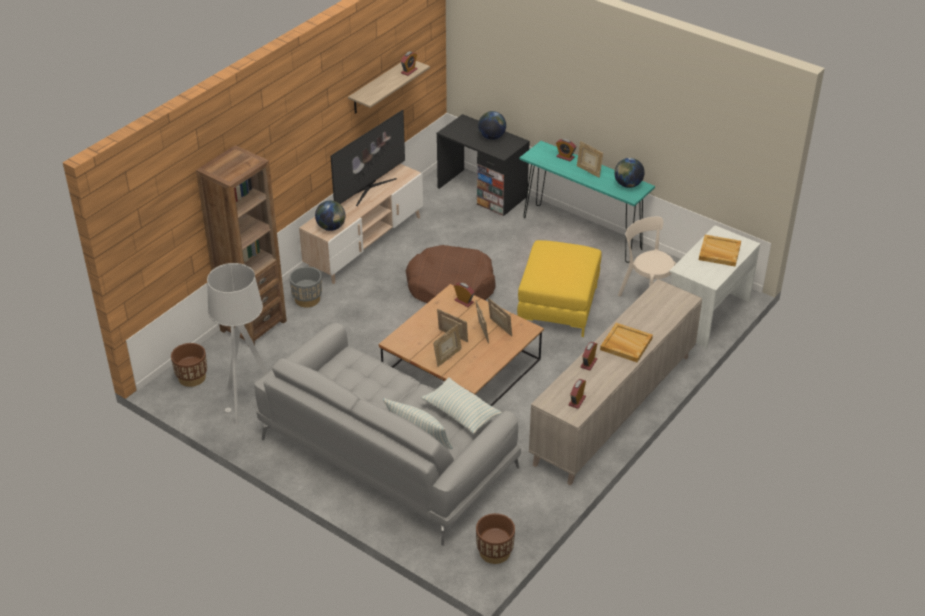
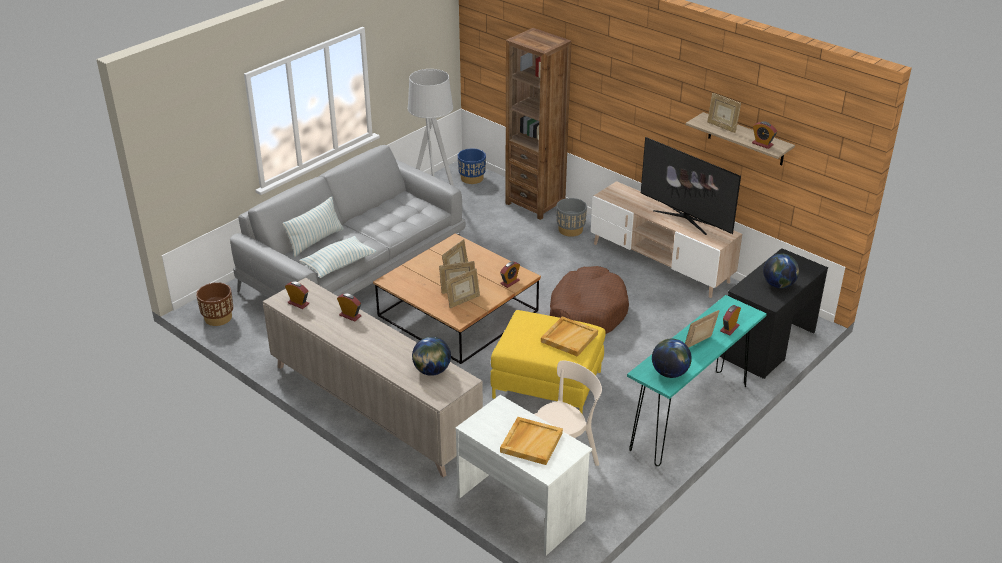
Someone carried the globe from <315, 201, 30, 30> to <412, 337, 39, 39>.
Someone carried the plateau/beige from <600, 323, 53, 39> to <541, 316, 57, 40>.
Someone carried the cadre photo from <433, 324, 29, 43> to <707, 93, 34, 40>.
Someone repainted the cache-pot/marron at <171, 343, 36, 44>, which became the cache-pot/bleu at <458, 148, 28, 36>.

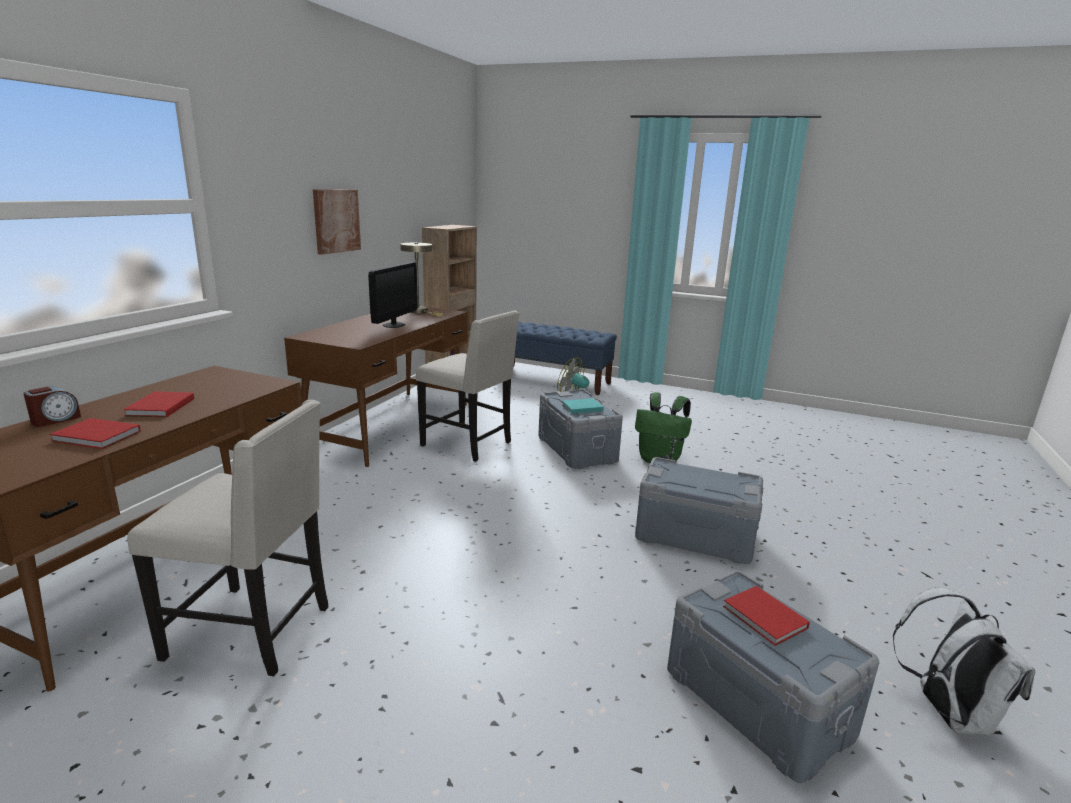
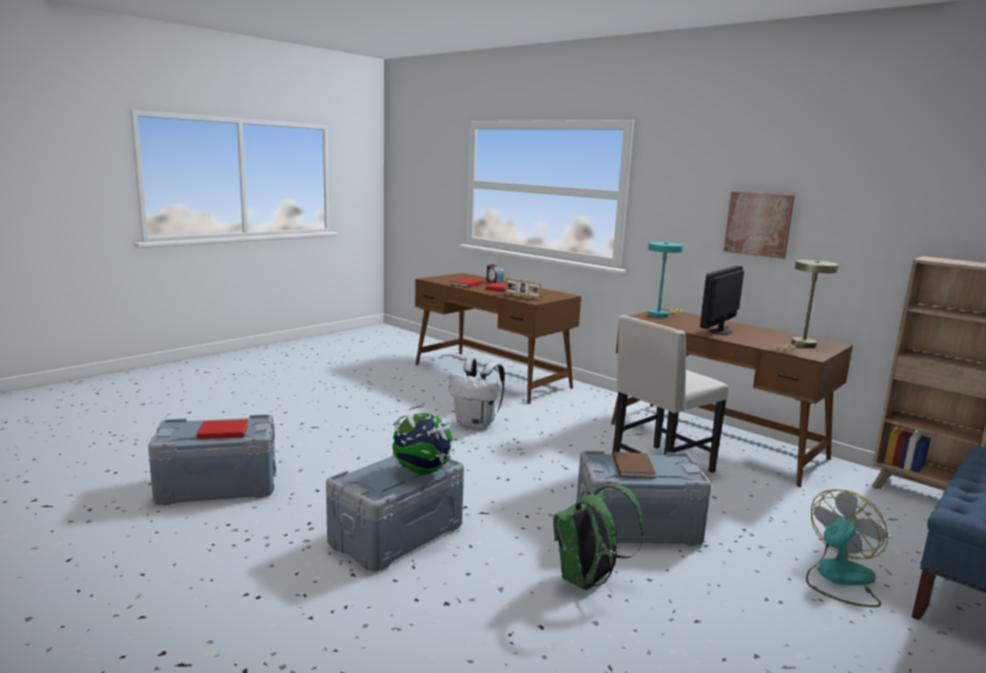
Someone rotated the écran d'ordinateur at <368, 262, 50, 66> by 90 degrees clockwise.
Someone repainted the livre/turquoise at <562, 398, 42, 16>, which became the livre/marron at <613, 452, 43, 27>.
Someone took away the chaise/beige at <127, 400, 201, 276>.
Someone carried the sac à dos/blanc from <893, 588, 142, 148> to <449, 358, 56, 71>.
Someone put down the lampe de table/turquoise at <648, 242, 35, 76>.
Someone put down the cadre photo at <505, 278, 37, 22>.
Someone put down the globe at <392, 405, 63, 70>.

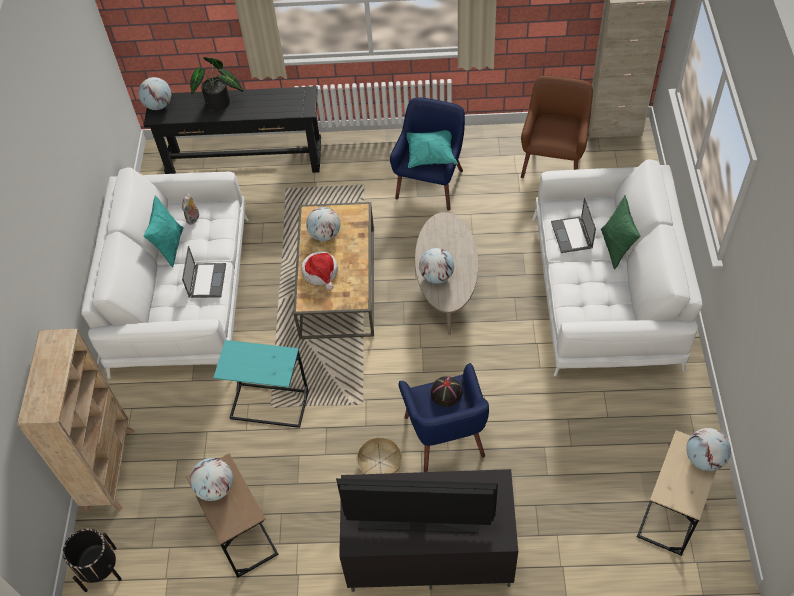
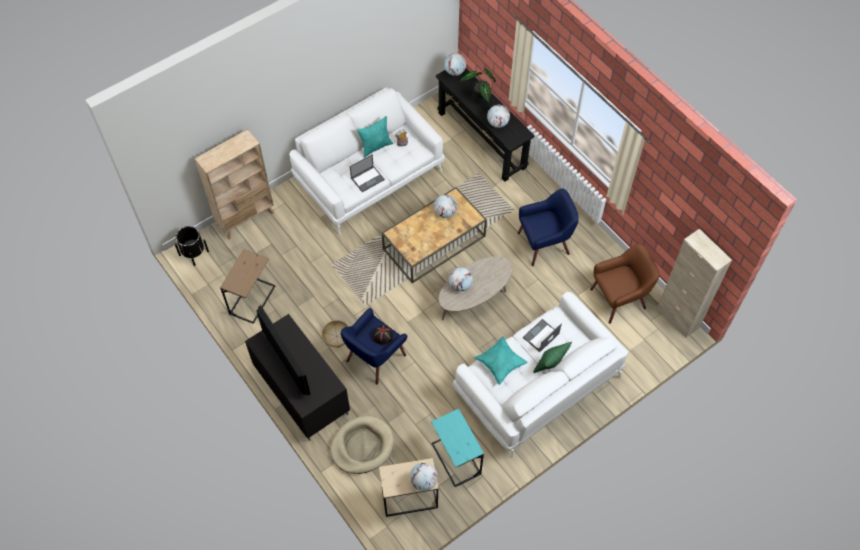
Someone carried the coussin/turquoise from <407, 130, 51, 38> to <474, 336, 54, 49>.
Someone took away the chapeau at <301, 251, 37, 39>.
Someone carried the table d'appoint/turquoise from <213, 340, 96, 88> to <431, 409, 53, 78>.
Someone carried the globe from <190, 458, 43, 43> to <487, 105, 23, 23>.
Someone put down the panier pour chien/beige at <330, 416, 64, 58>.

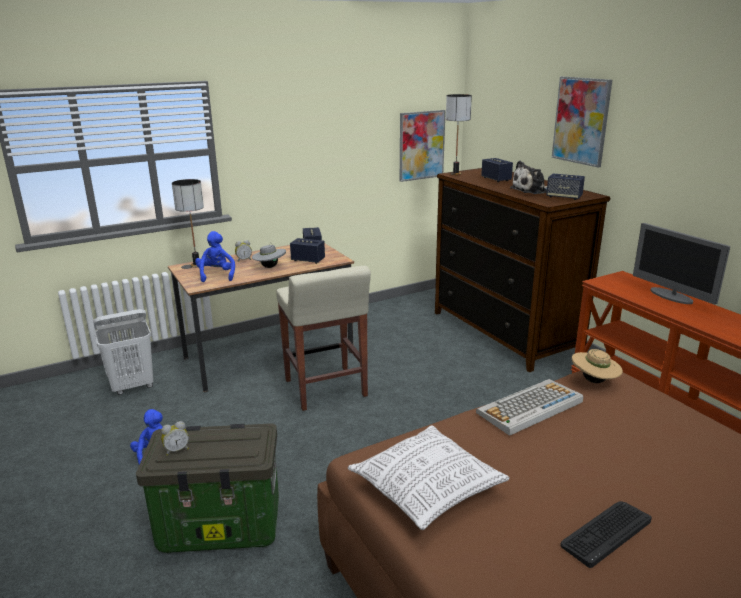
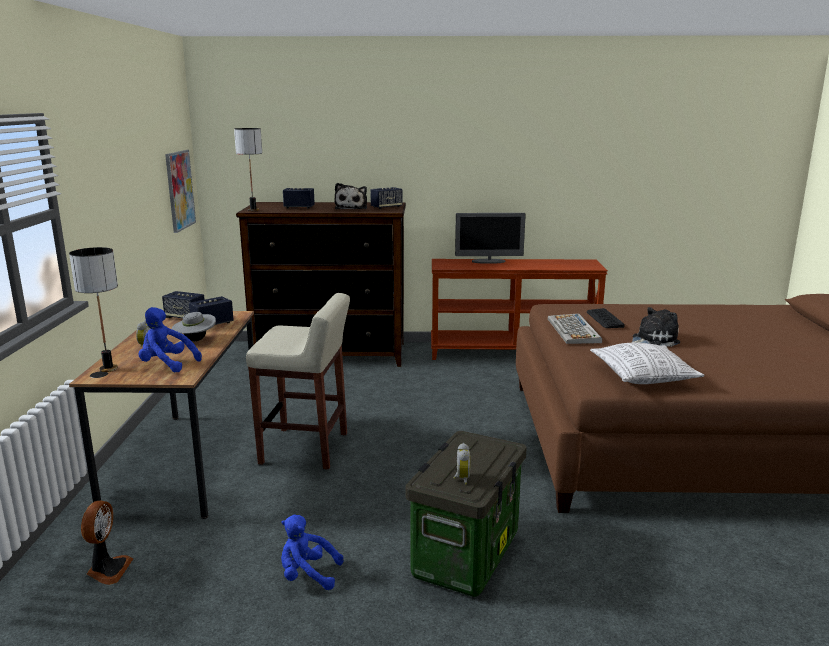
Someone took away the tableau at <552, 76, 60, 92>.
Someone swapped the panier à linge/blanc at <93, 309, 60, 86> for the ventilateur at <81, 501, 52, 84>.
Someone took away the chapeau/beige at <572, 349, 51, 34>.
Someone carried the clavier from <561, 501, 91, 67> to <587, 308, 38, 20>.
Someone put down the peluche at <632, 307, 48, 40>.

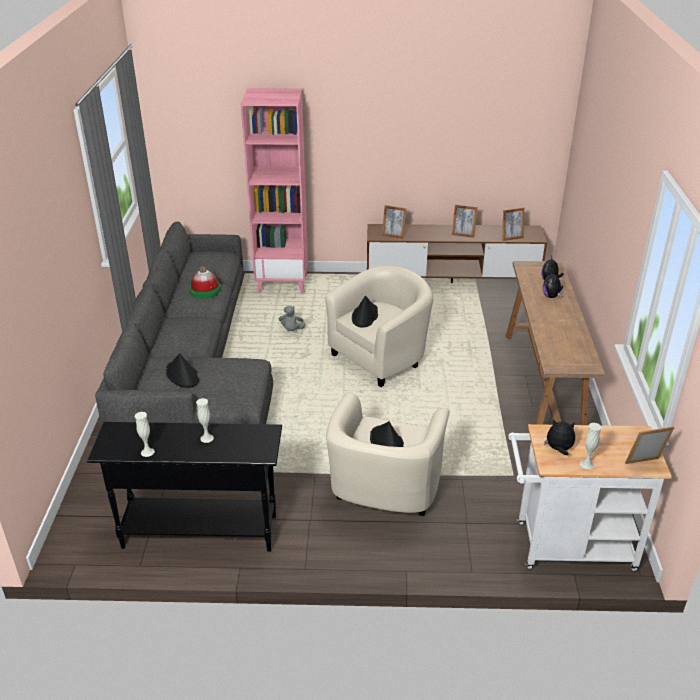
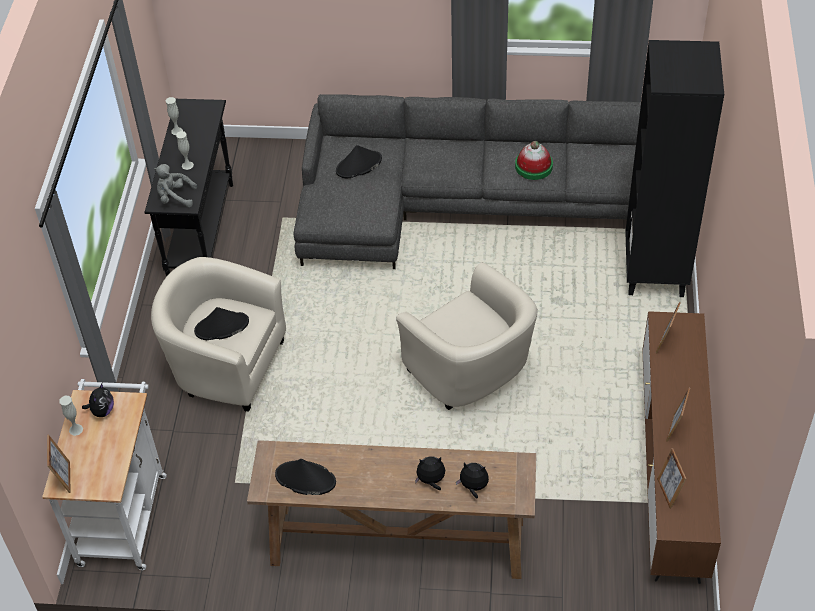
Someone repainted the bibliothèque/rose at <241, 88, 67, 206>, which became the bibliothèque/noir at <625, 40, 99, 257>.
Someone carried the chapeau/noir from <352, 296, 26, 31> to <275, 459, 61, 36>.
Someone carried the peluche/gris from <279, 306, 27, 25> to <154, 164, 43, 43>.

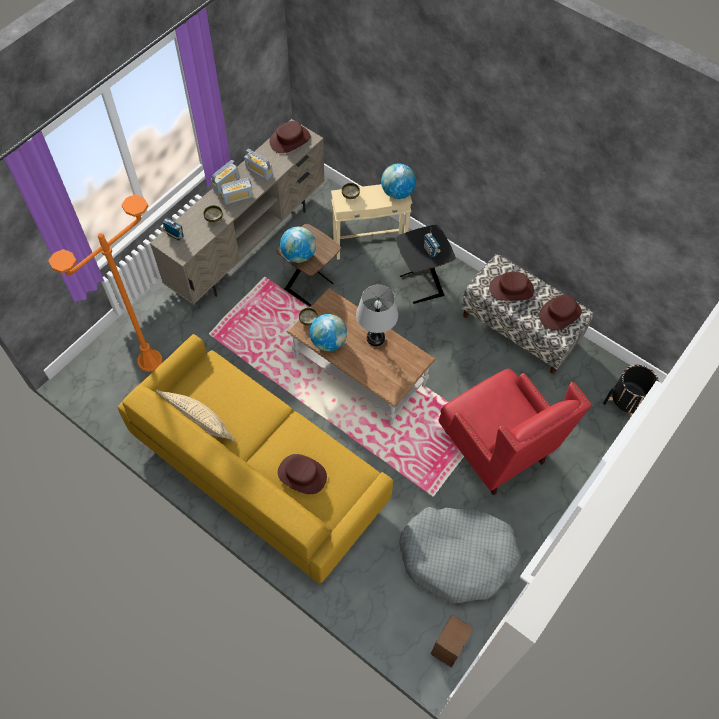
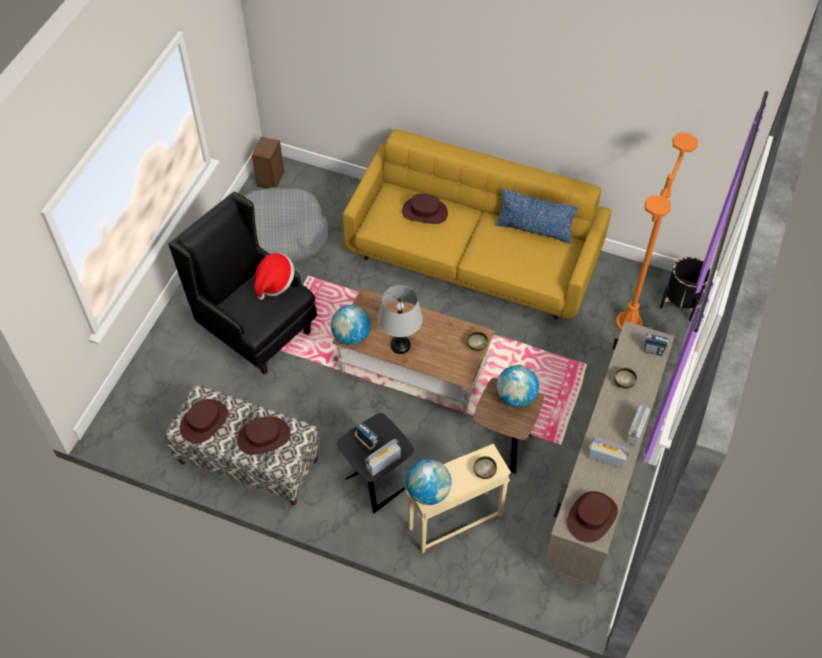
Someone carried the radio from <221, 178, 32, 27> to <365, 439, 36, 37>.
Someone carried the globe from <310, 314, 37, 37> to <331, 305, 40, 40>.
Someone carried the cache-pot/noir from <603, 365, 56, 53> to <660, 257, 50, 64>.
Someone repainted the fauteuil/rouge at <438, 368, 154, 128>, which became the fauteuil/noir at <168, 192, 149, 183>.
Someone repainted the coussin/beige at <156, 390, 80, 52>, which became the coussin/bleu at <495, 188, 84, 56>.
Someone put down the chapeau at <254, 253, 40, 47>.

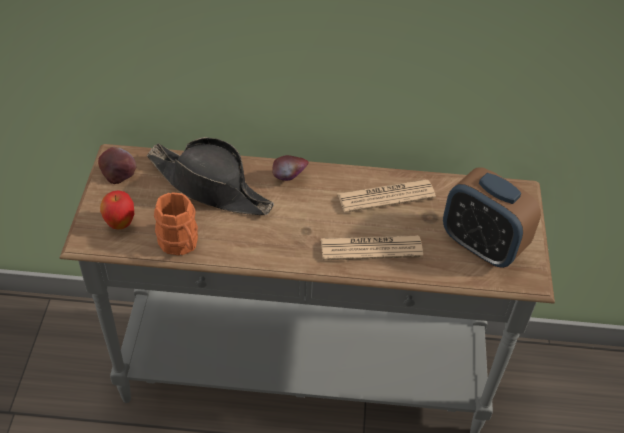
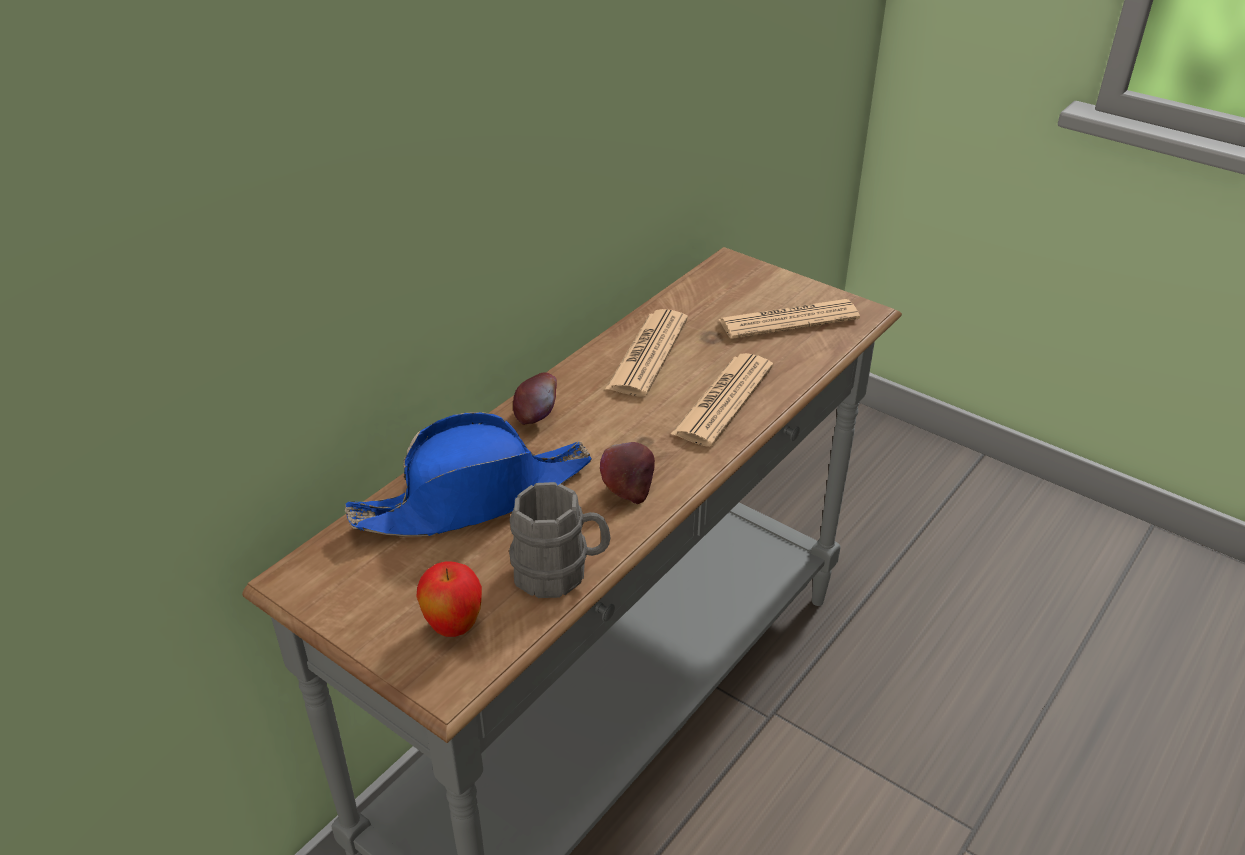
Someone repainted the chapeau/noir at <147, 137, 127, 78>, which became the chapeau/bleu at <345, 412, 247, 125>.
Someone carried the pomme from <98, 147, 38, 37> to <600, 442, 55, 62>.
Someone swapped the réveil at <443, 167, 98, 101> for the journal at <719, 299, 141, 40>.
Someone repainted the mug/orange at <154, 192, 44, 63>, which became the mug/gris at <509, 482, 101, 116>.

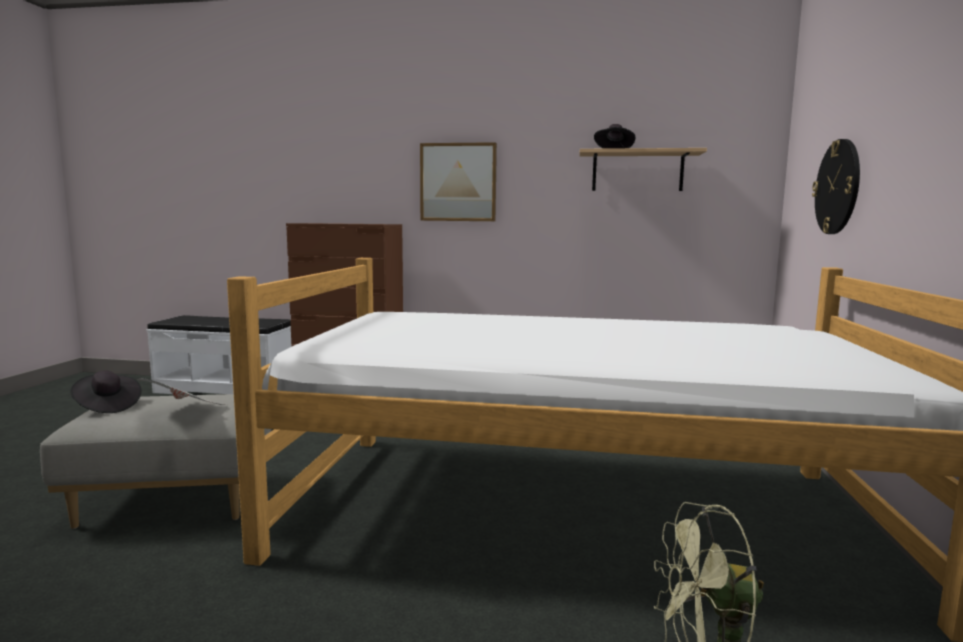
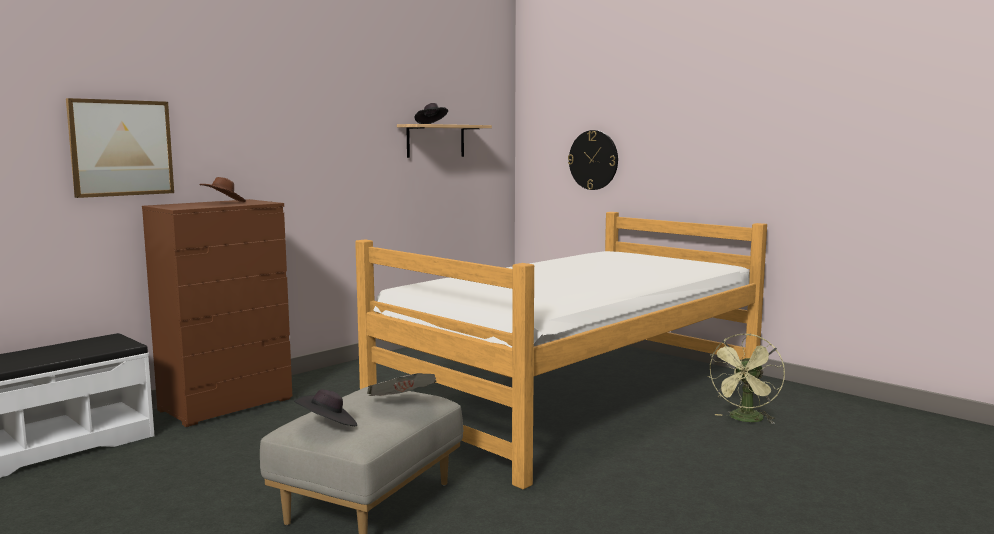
Someone carried the tableau from <420, 142, 77, 79> to <66, 98, 108, 100>.
Someone put down the chapeau/marron at <199, 177, 47, 25>.

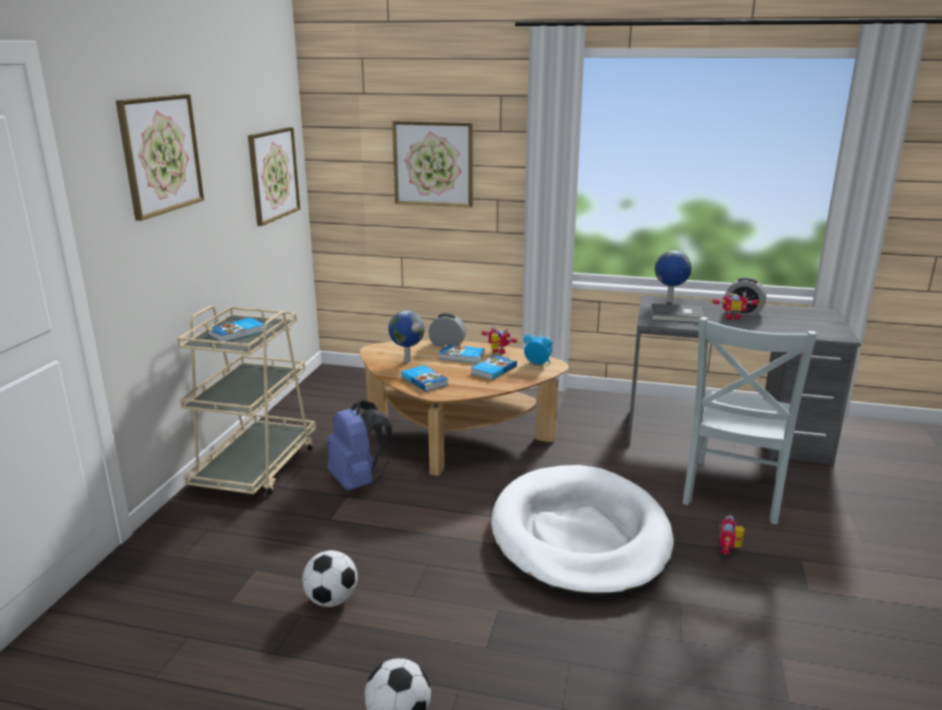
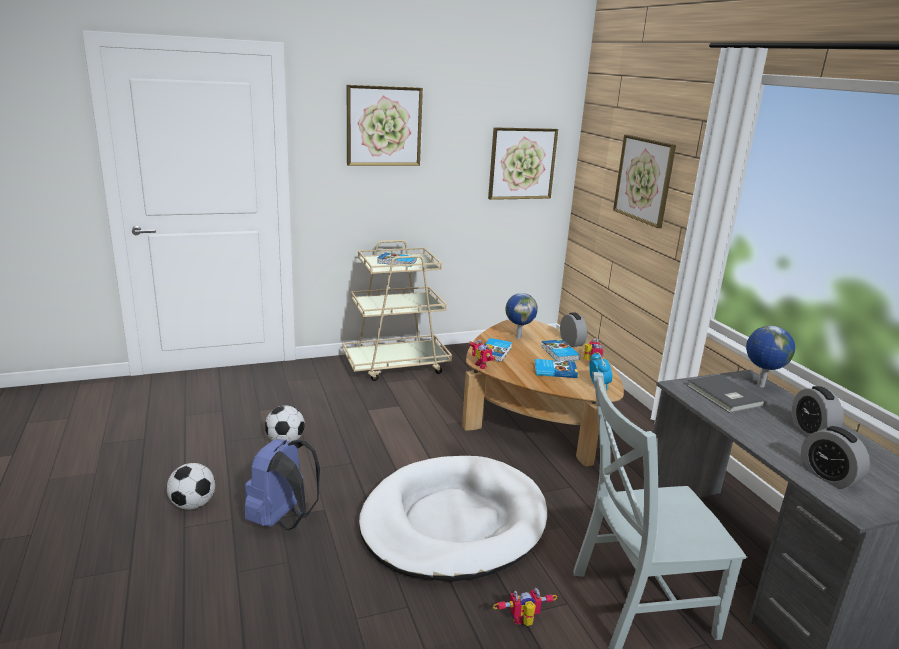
Someone carried the robot jouet from <710, 292, 51, 28> to <469, 339, 27, 30>.
Someone carried the sac à dos/bleu from <327, 400, 65, 91> to <245, 439, 75, 91>.
Someone put down the réveil at <801, 426, 69, 63>.

